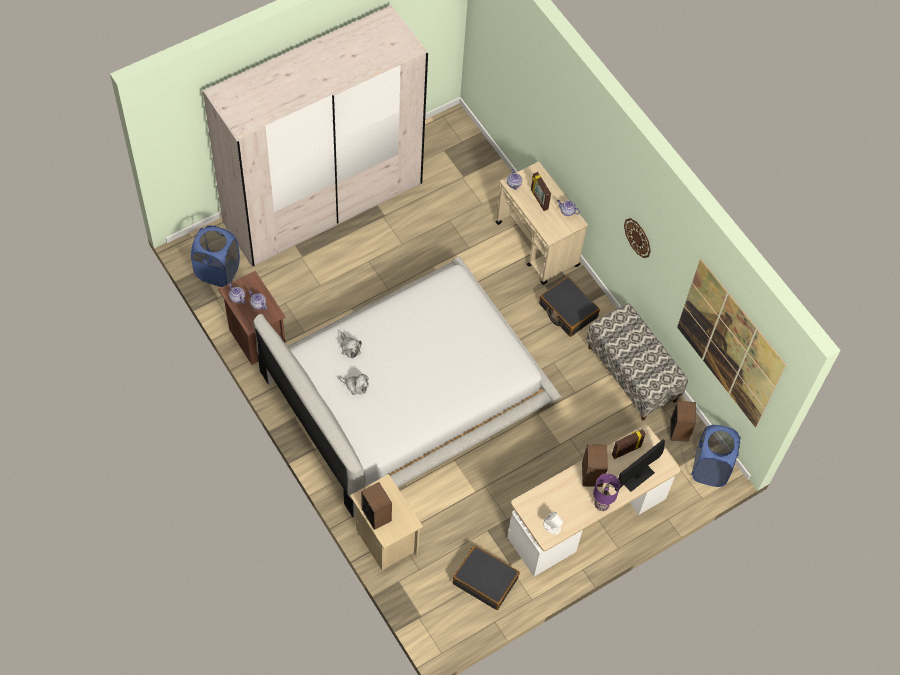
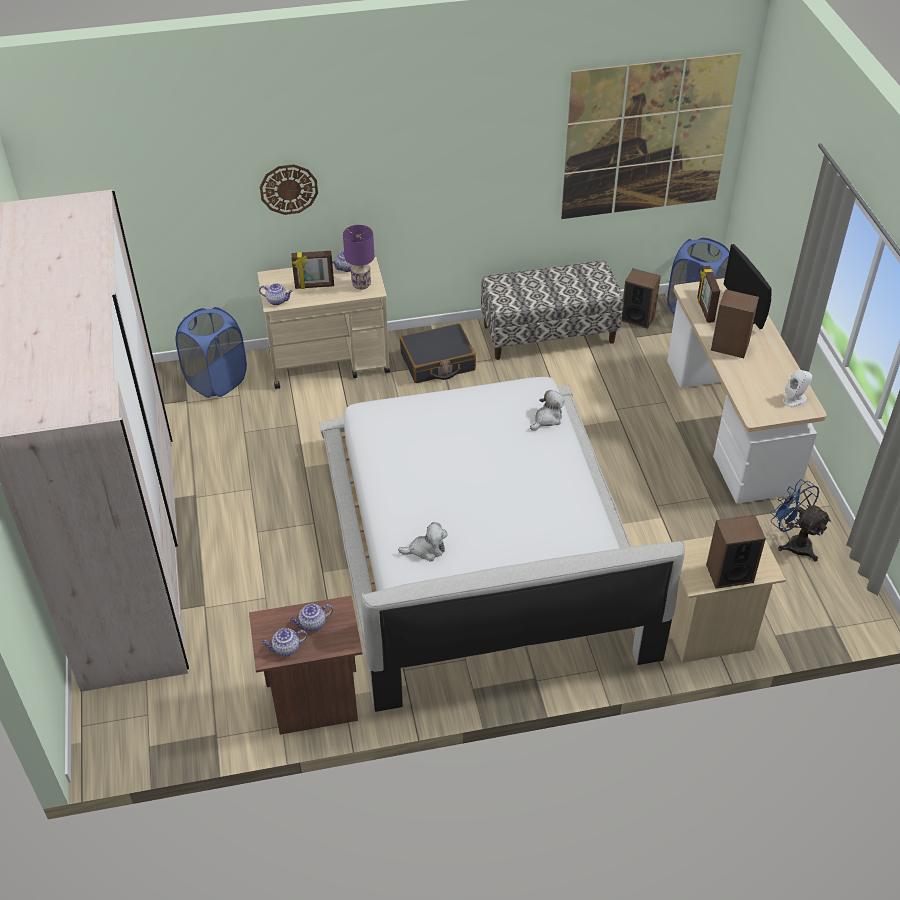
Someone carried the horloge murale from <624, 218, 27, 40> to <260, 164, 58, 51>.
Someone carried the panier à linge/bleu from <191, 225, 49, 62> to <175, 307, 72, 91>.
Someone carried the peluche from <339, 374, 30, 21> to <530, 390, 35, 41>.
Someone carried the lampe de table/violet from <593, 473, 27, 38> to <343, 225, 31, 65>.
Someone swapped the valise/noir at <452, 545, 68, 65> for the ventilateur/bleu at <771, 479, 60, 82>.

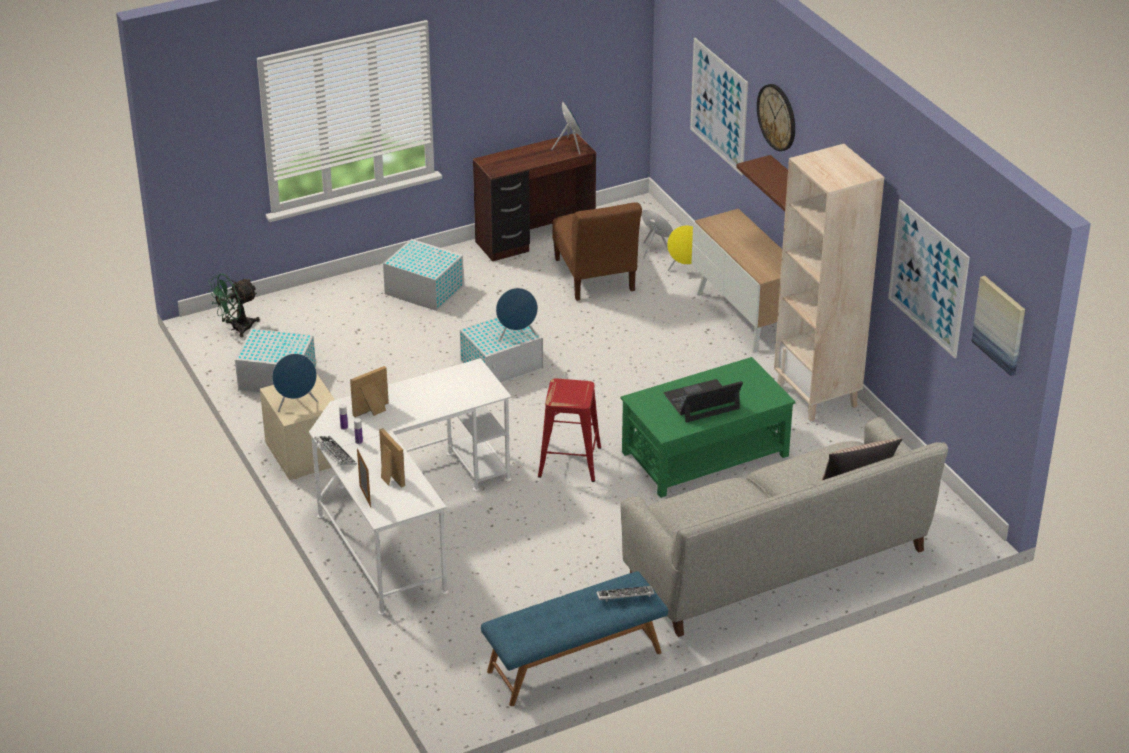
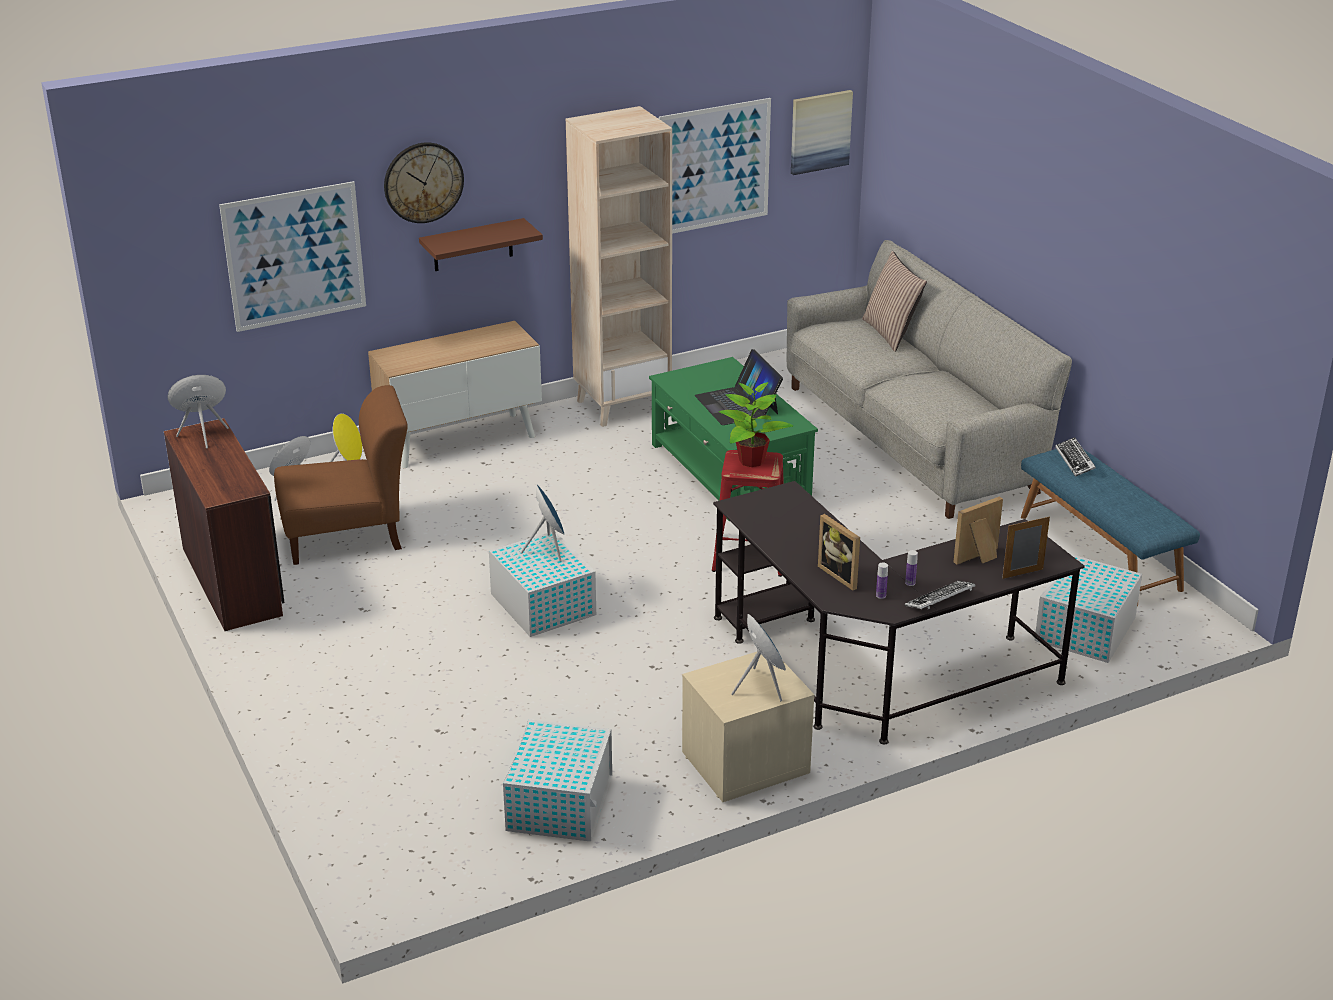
Someone carried the boîte de rangement/blanc from <383, 239, 81, 72> to <1035, 554, 107, 109>.
Someone took away the ventilateur/vert at <208, 274, 52, 63>.
Someone repainted the bureau/blanc at <309, 358, 202, 257>, which became the bureau/noir at <713, 481, 372, 264>.
Someone put down the plante en pot at <719, 382, 74, 85>.

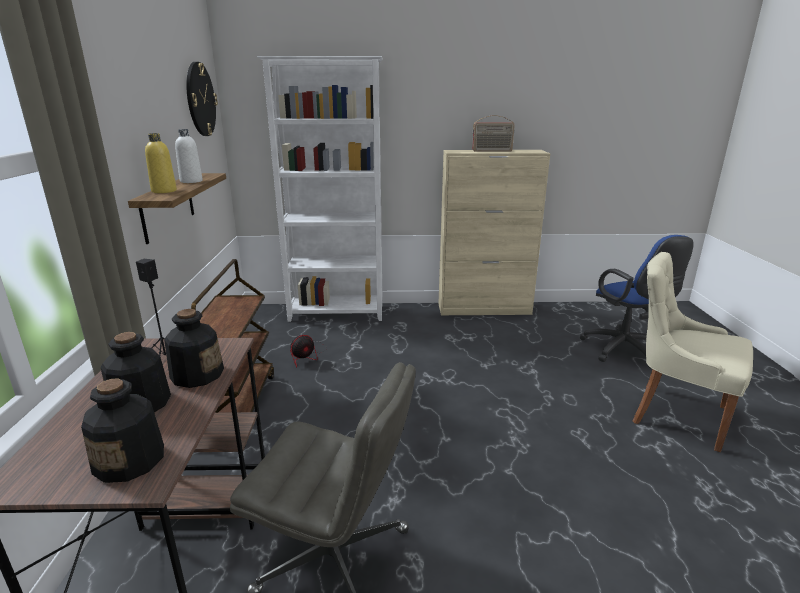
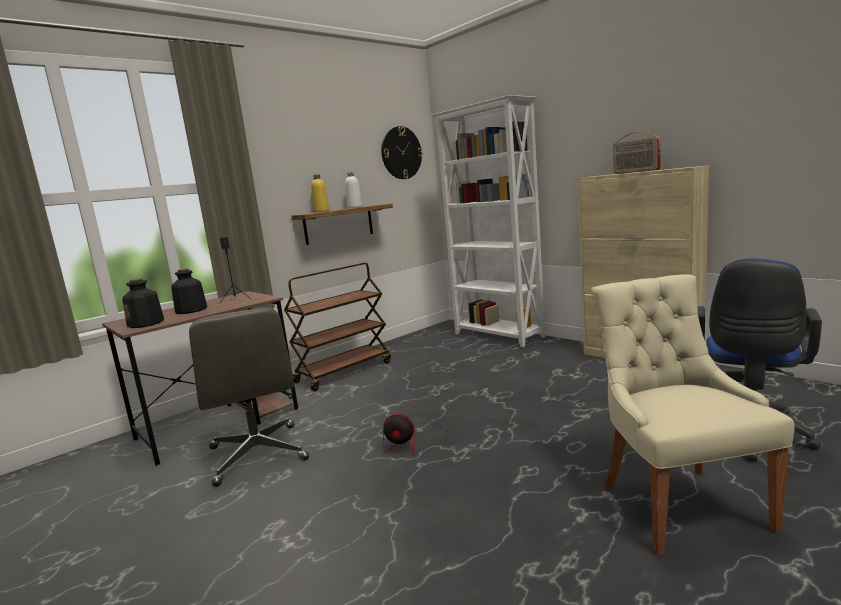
Someone took away the bouteille at <164, 309, 60, 79>.
Someone carried the ventilateur from <290, 335, 37, 32> to <383, 414, 65, 39>.

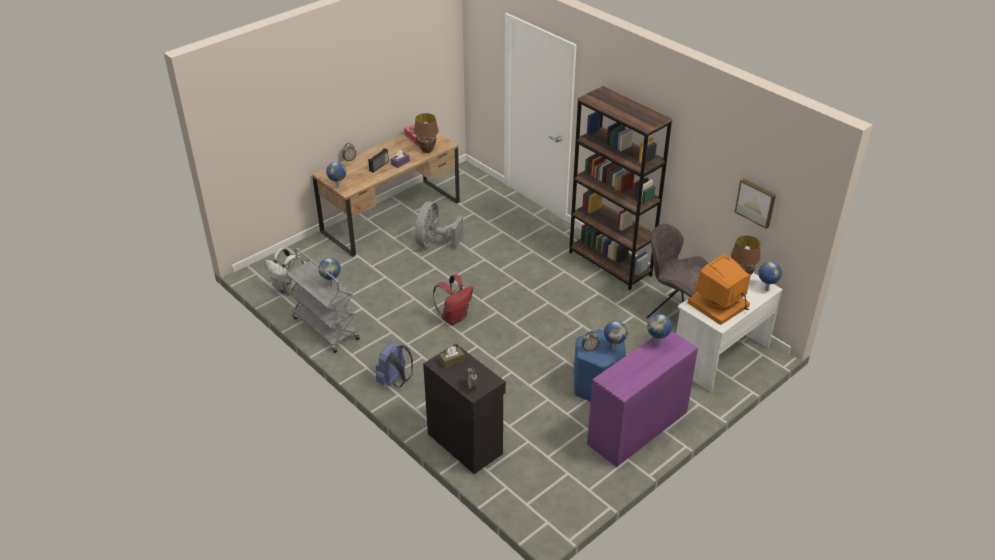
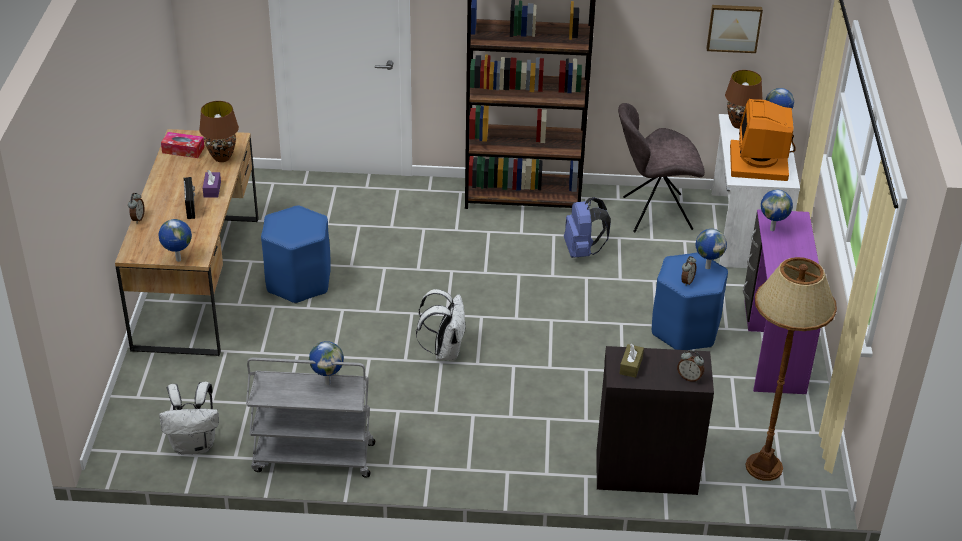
Someone swapped the ventilateur/gris at <415, 201, 48, 48> for the tabouret/bleu at <261, 205, 70, 99>.
Someone repainted the sac à dos/rouge at <433, 274, 40, 51>, which became the sac à dos/blanc at <416, 289, 50, 72>.
Someone carried the sac à dos/bleu from <376, 343, 37, 45> to <564, 197, 47, 61>.
Someone put down the lampadaire/marron at <745, 257, 92, 224>.

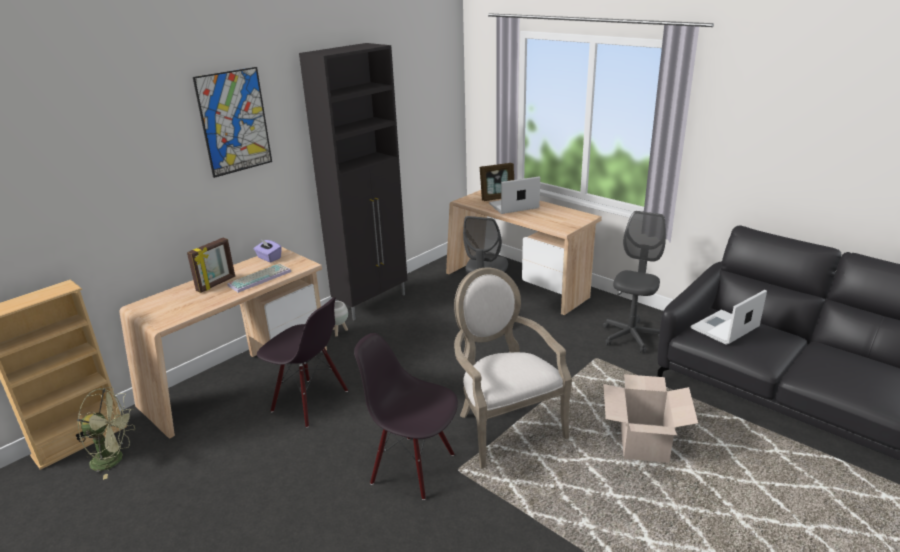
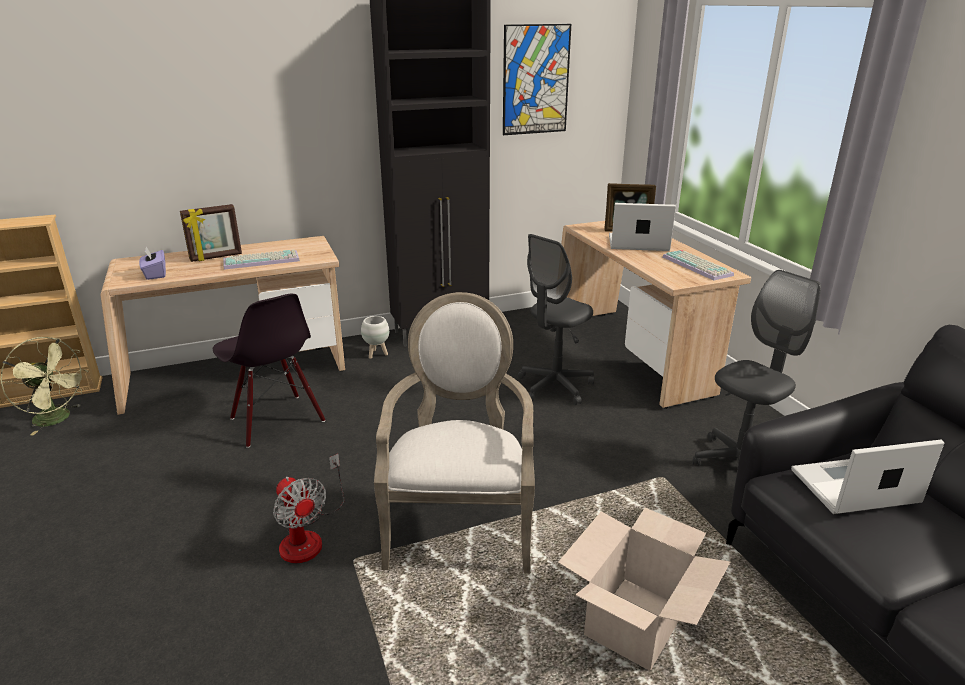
Someone carried the tableau from <193, 67, 79, 111> to <503, 24, 68, 111>.
Someone carried the boîte à mouchoirs/violet from <254, 240, 28, 23> to <139, 247, 27, 33>.
Someone swapped the chaise/noir at <354, 333, 104, 167> for the ventilateur at <273, 454, 71, 109>.
Someone put down the clavier at <663, 250, 71, 30>.

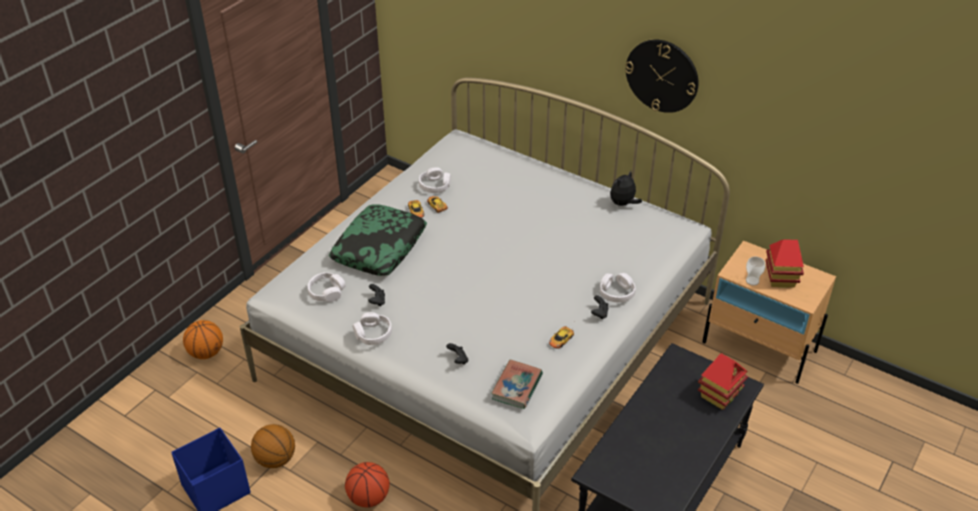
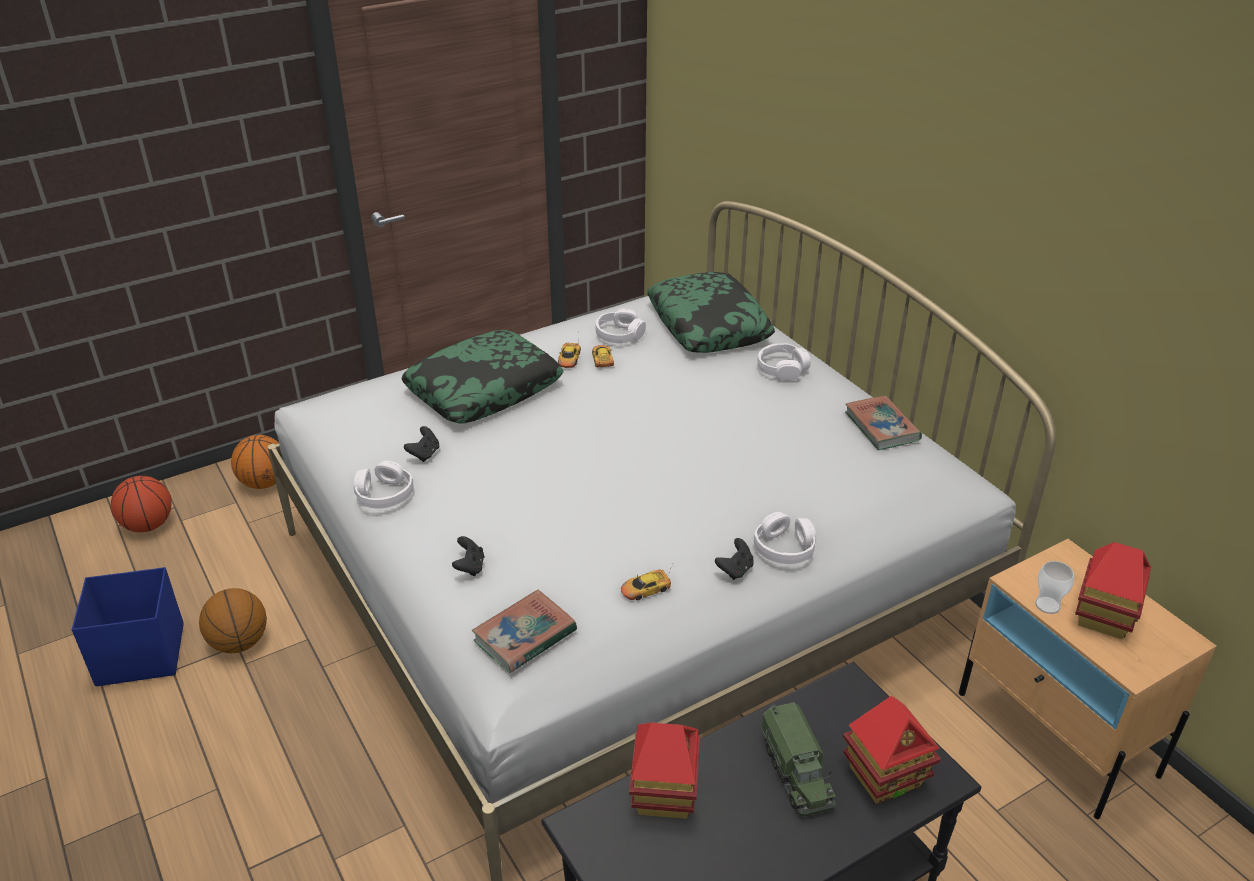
Someone took away the horloge murale at <625, 40, 74, 73>.
Someone swapped the peluche at <610, 171, 32, 35> for the livre at <845, 396, 77, 54>.
Someone carried the casque audio/blanc from <308, 272, 38, 30> to <758, 343, 53, 38>.
Someone carried the ballon de basket from <345, 462, 45, 46> to <111, 476, 61, 56>.
Someone put down the coussin at <647, 272, 128, 81>.
Someone put down the camion jouet at <761, 702, 75, 114>.
Someone put down the maison miniature at <629, 723, 71, 96>.

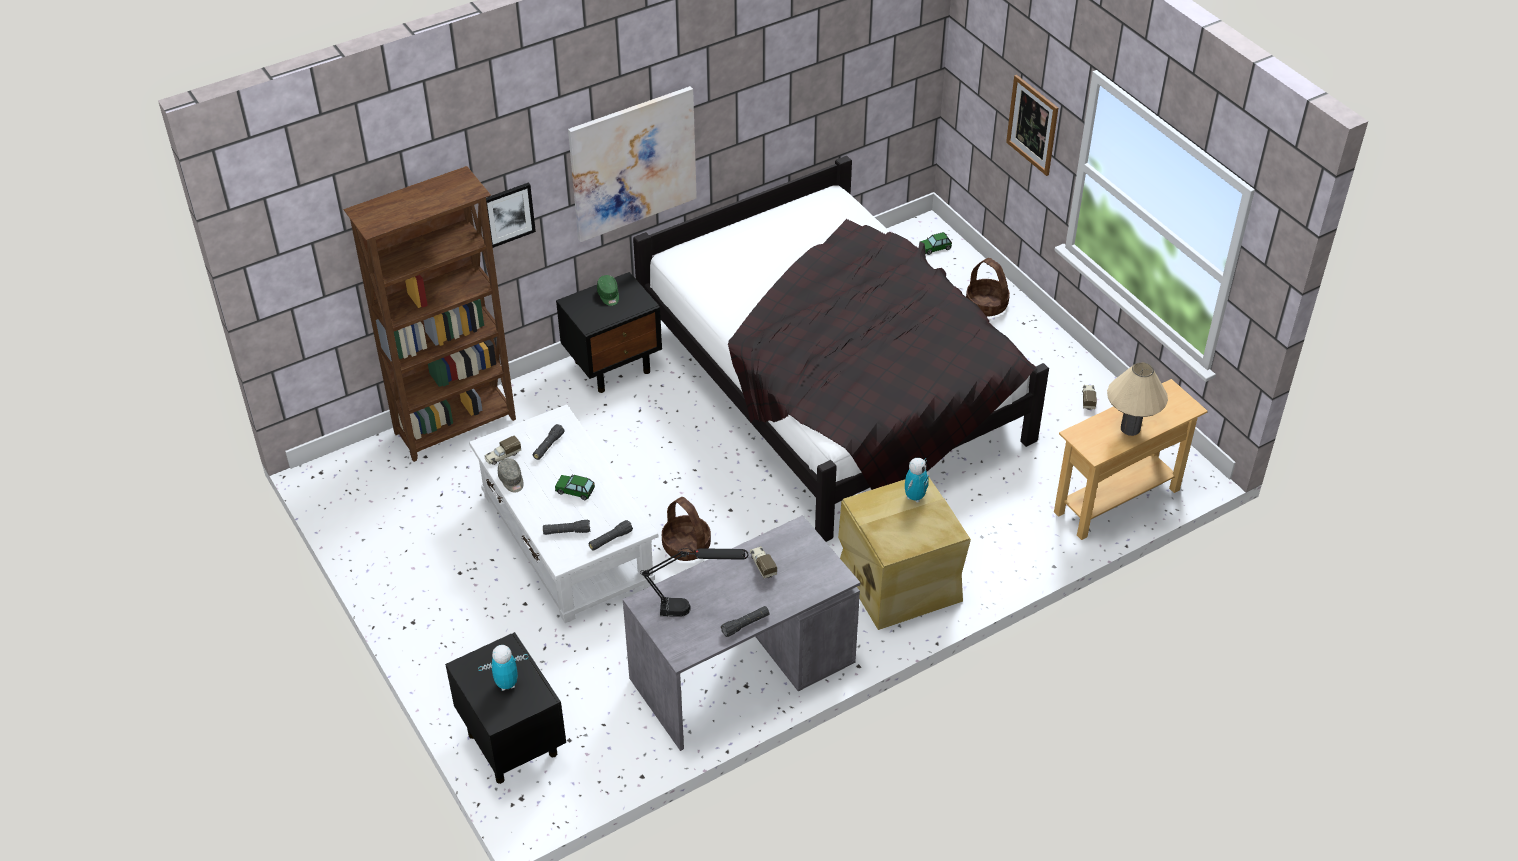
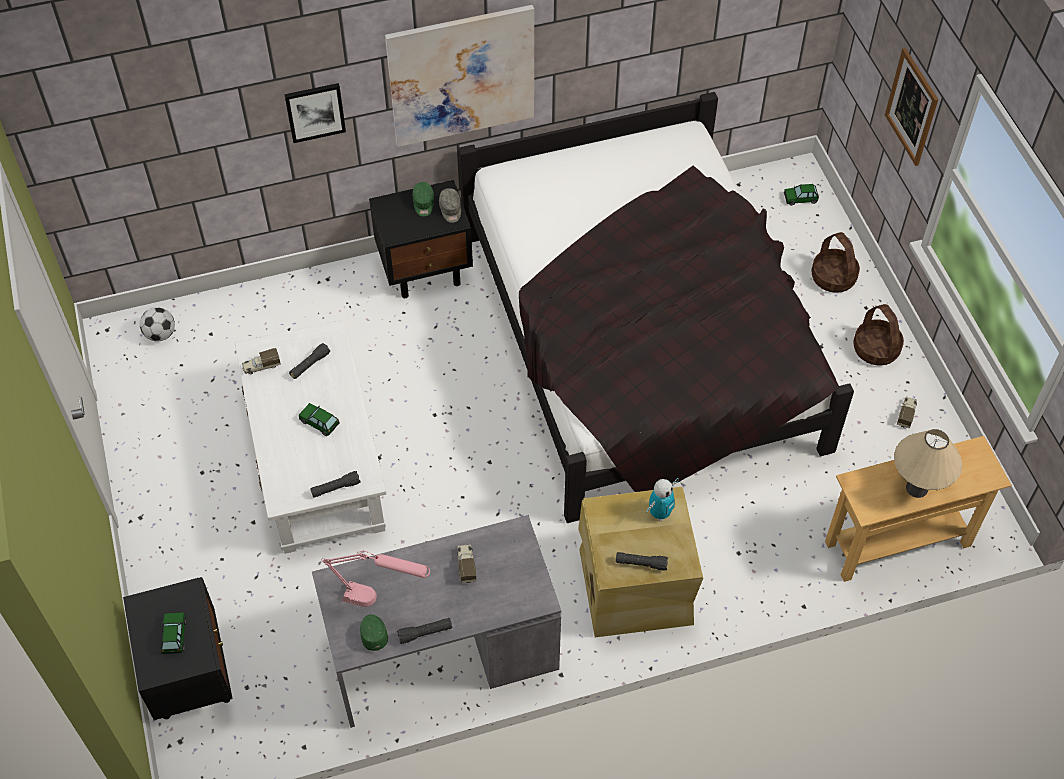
Someone took away the bibliothèque/marron at <344, 166, 172, 296>.
Someone carried the casquette/gris from <498, 458, 25, 35> to <439, 188, 22, 35>.
Someone carried the panier from <662, 497, 49, 64> to <853, 304, 51, 62>.
Someone carried the lampe de poche/noir from <543, 520, 47, 15> to <616, 552, 52, 19>.
Someone repainted the lampe de table/noir at <640, 548, 108, 69>, which became the lampe de table/rose at <322, 551, 108, 56>.
Someone swapped the robot jouet at <478, 645, 50, 46> for the petite voiture at <160, 612, 26, 42>.
Someone put down the ballon de foot at <140, 307, 35, 35>.
Someone put down the casquette/vert at <360, 614, 28, 37>.

